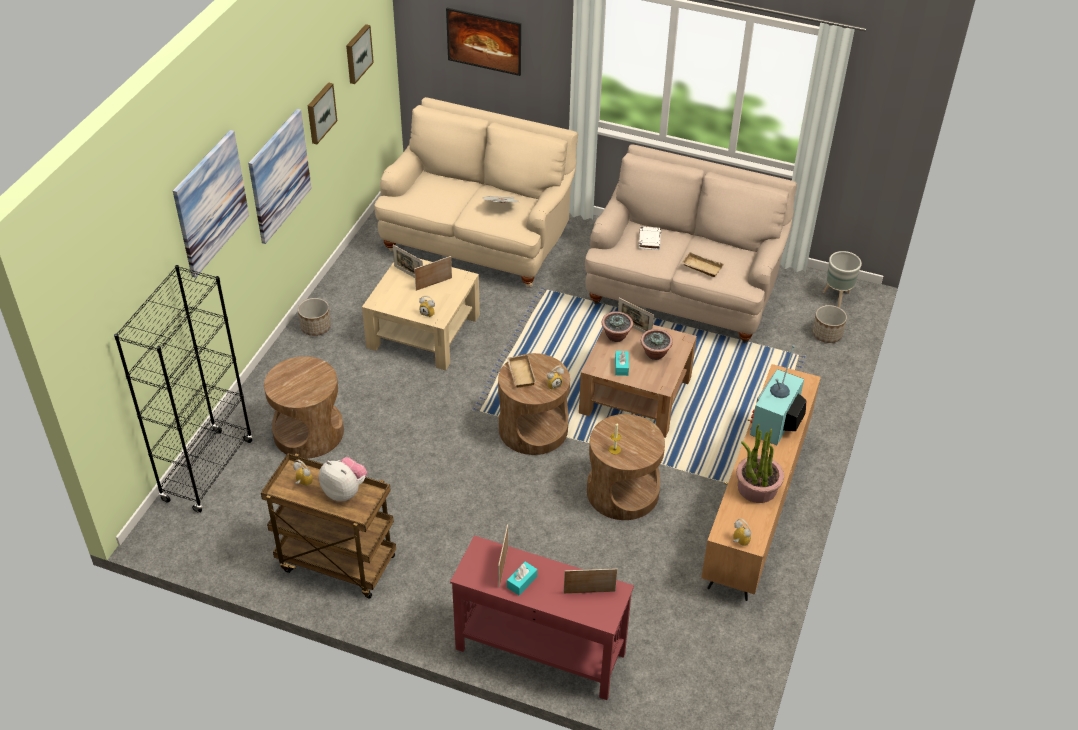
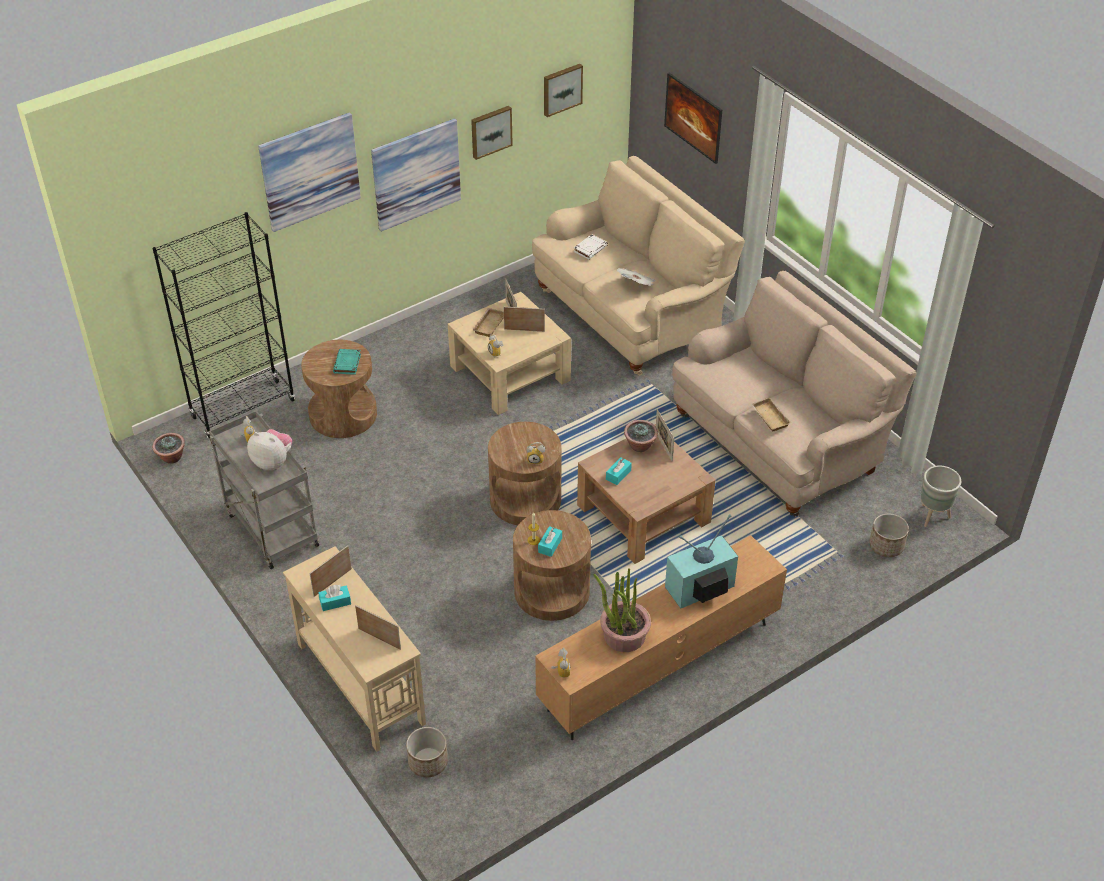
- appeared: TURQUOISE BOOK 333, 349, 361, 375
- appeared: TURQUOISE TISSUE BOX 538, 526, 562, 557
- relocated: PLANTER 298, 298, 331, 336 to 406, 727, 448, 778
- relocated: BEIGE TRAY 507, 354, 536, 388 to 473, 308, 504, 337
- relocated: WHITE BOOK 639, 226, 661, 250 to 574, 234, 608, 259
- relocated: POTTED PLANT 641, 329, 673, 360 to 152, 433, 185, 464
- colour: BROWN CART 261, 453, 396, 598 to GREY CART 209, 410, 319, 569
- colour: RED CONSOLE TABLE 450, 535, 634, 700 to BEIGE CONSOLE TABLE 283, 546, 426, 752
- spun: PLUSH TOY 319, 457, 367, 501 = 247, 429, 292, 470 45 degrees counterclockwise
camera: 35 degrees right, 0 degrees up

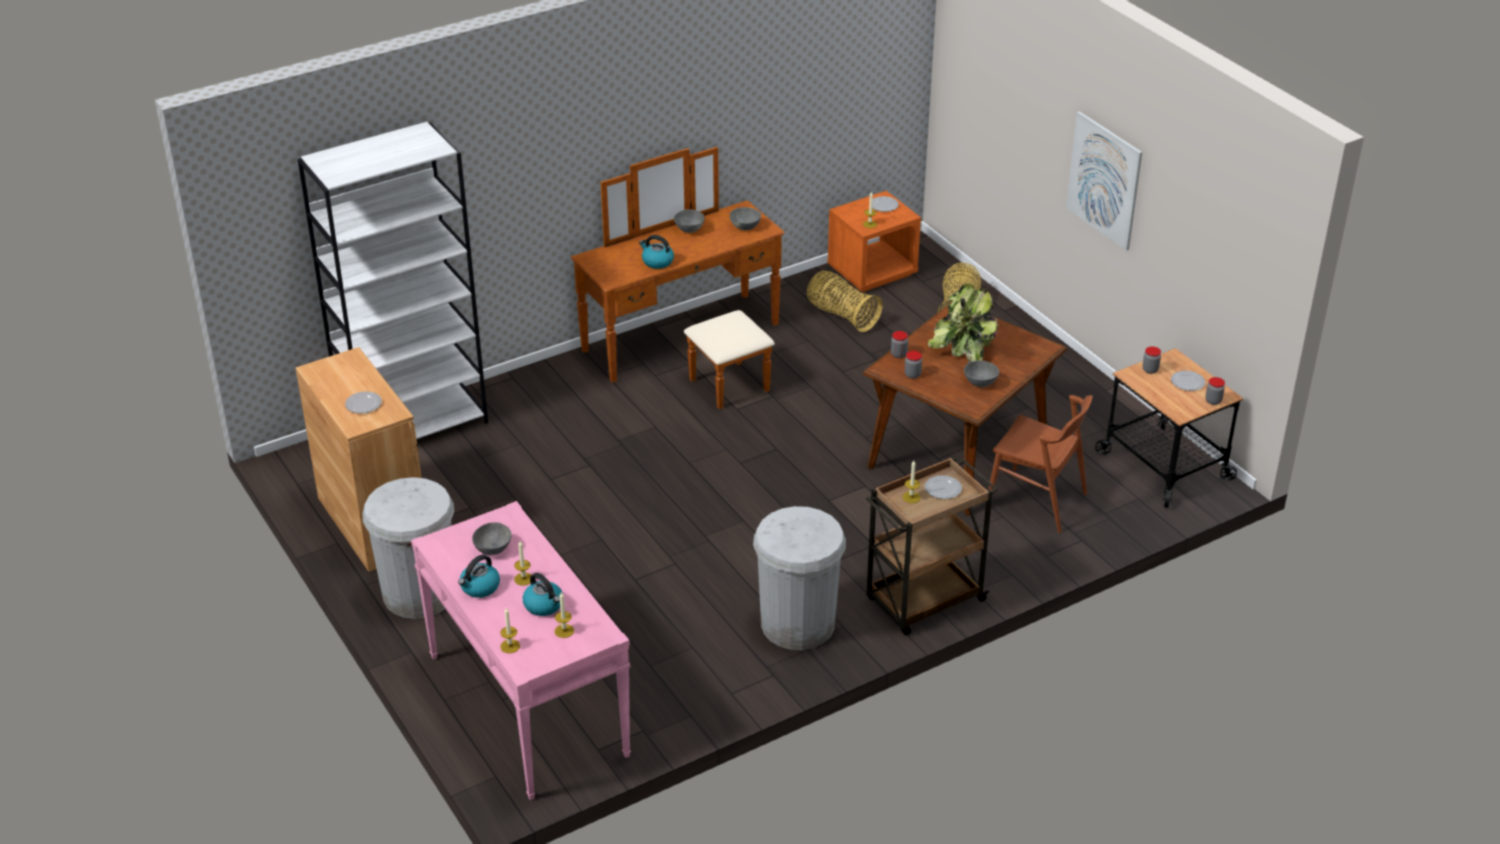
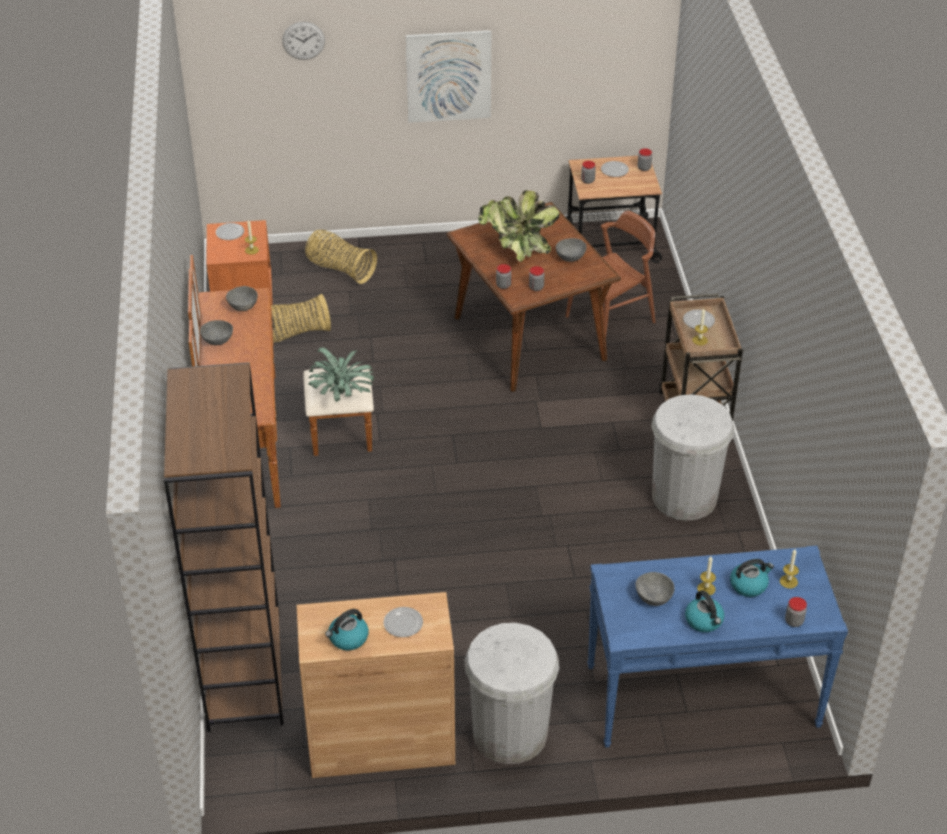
- appeared: WALL CLOCK 282, 22, 325, 60
- appeared: POTTED PLANT 309, 347, 375, 402
- relocated: KETTLE 639, 235, 674, 269 to 325, 609, 369, 650
- exchanged: CANDLE 500, 608, 520, 653 to JAR 785, 597, 807, 627
- colour: WHITE BOOKCASE 298, 122, 488, 439 to BROWN BOOKCASE 164, 362, 284, 732
- colour: PINK CONSOLE TABLE 411, 501, 631, 800 to BLUE CONSOLE TABLE 587, 545, 848, 748
camera: 65 degrees left, 5 degrees up

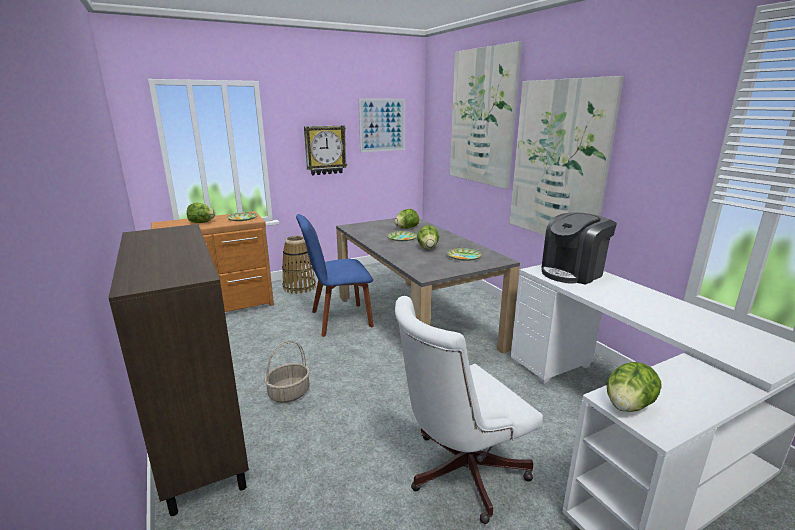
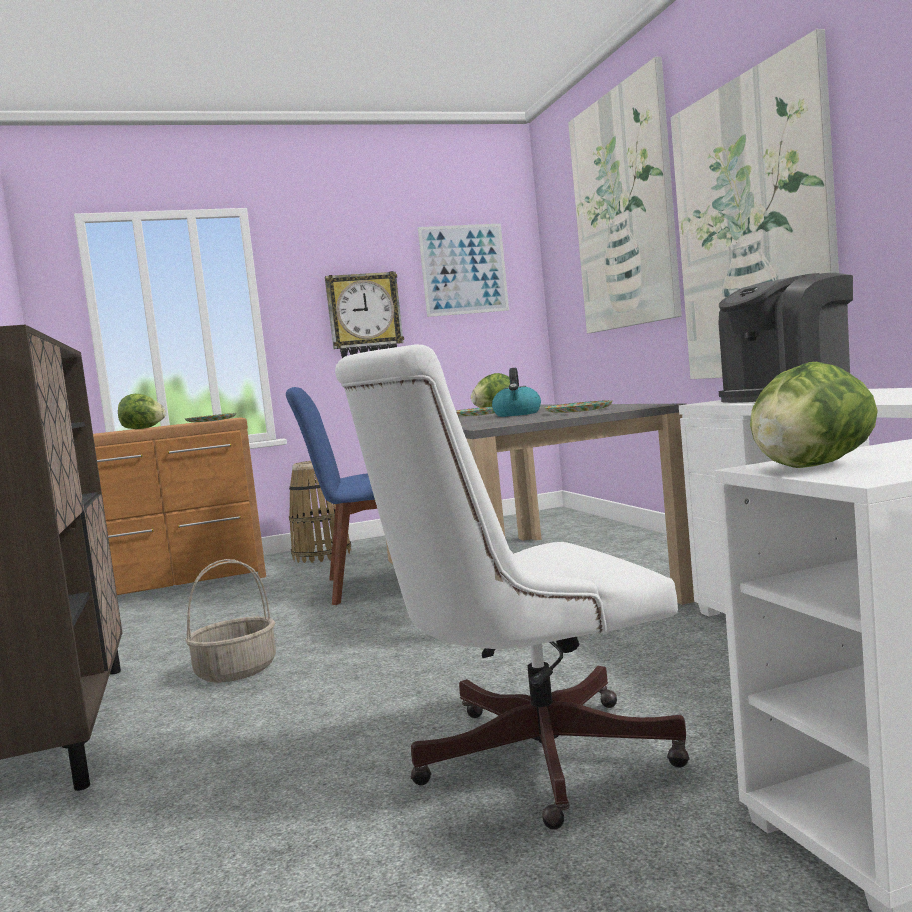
- exchanged: LETTUCE 417, 225, 439, 249 to KETTLE 492, 368, 541, 417
camera: 10 degrees right, 15 degrees down

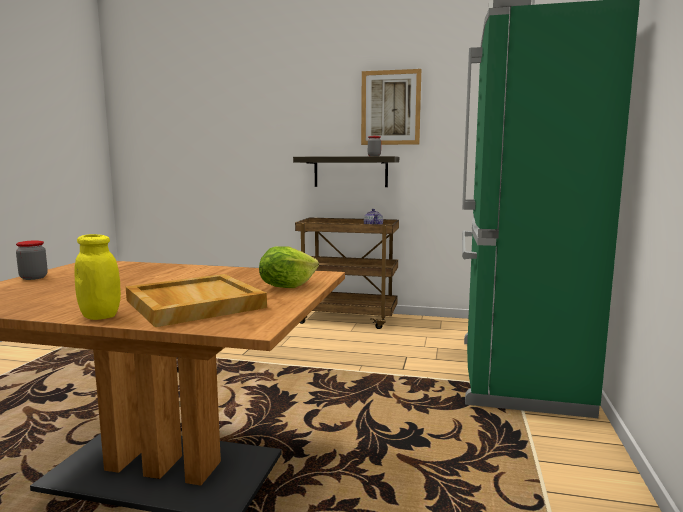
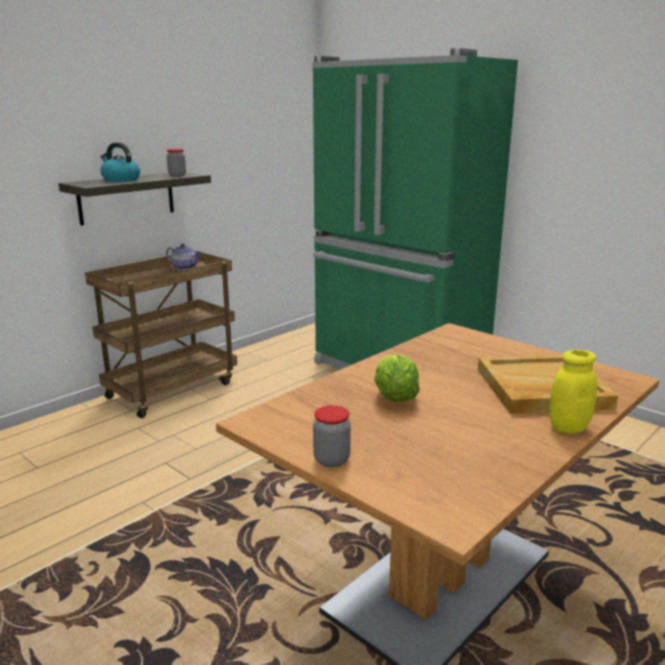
- missing: PICTURE 361, 69, 421, 145
- appeared: KETTLE 100, 142, 140, 182
- relocated: LETTUCE 259, 246, 319, 288 to 374, 354, 420, 402
camera: 60 degrees left, 10 degrees up

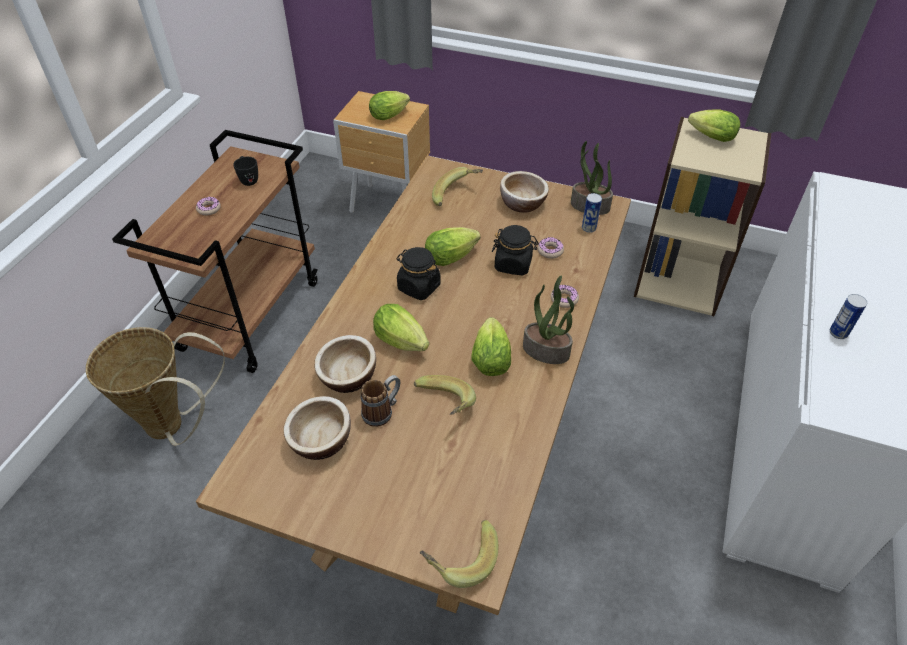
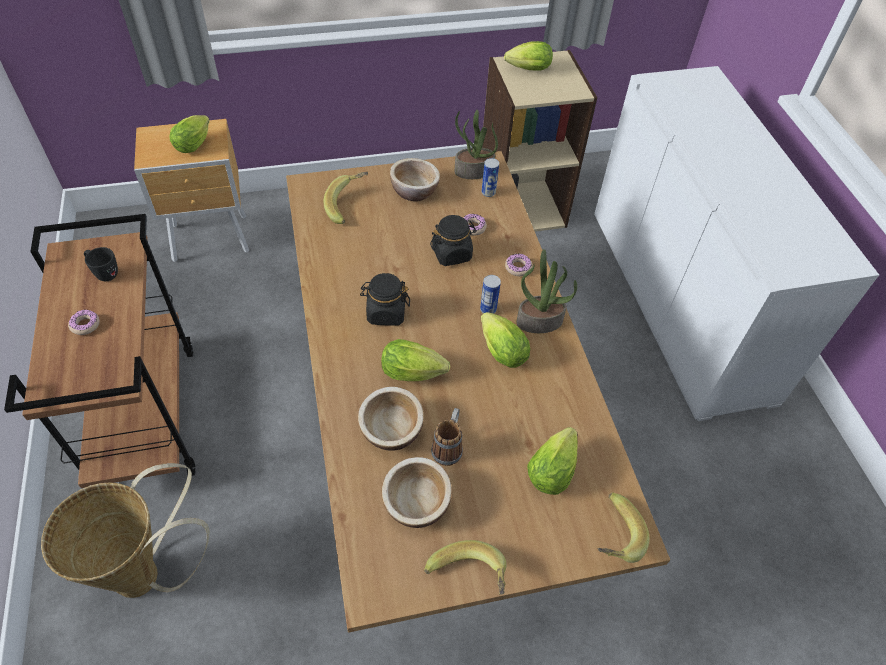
- relocated: BANANA 414, 375, 476, 415 to 424, 540, 507, 595
- relocated: LETTUCE 425, 227, 481, 266 to 527, 427, 577, 495
- relocated: CAN 830, 294, 867, 339 to 480, 275, 501, 314
camera: 35 degrees left, 5 degrees up

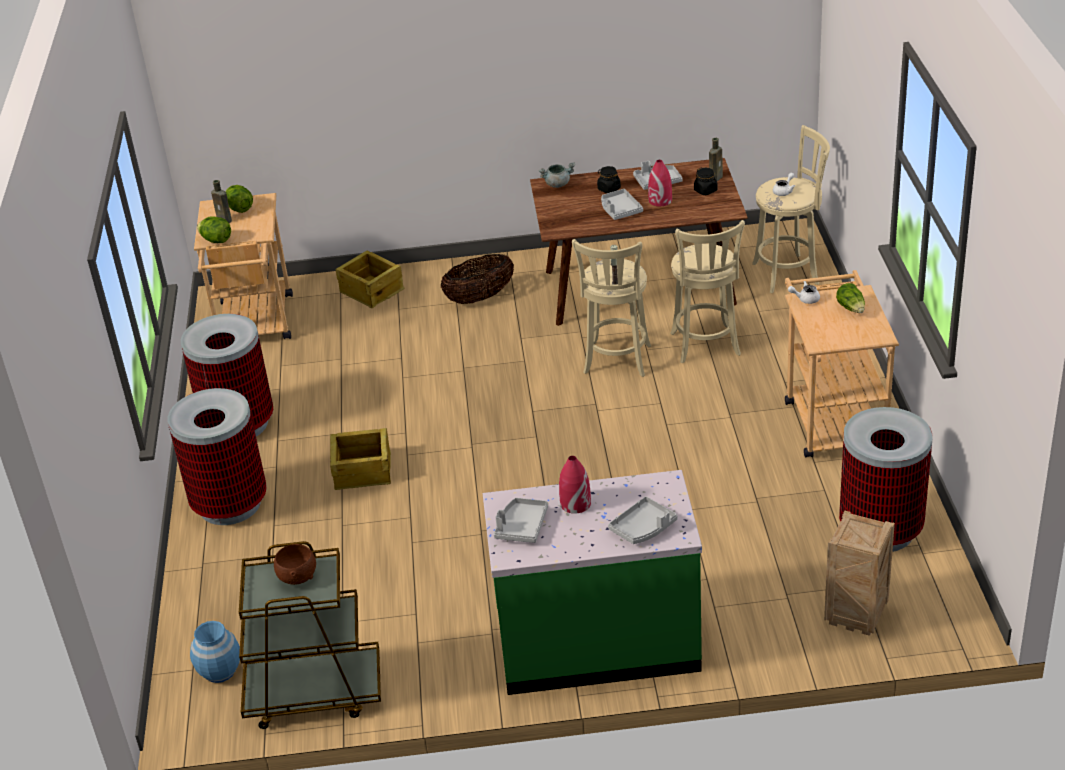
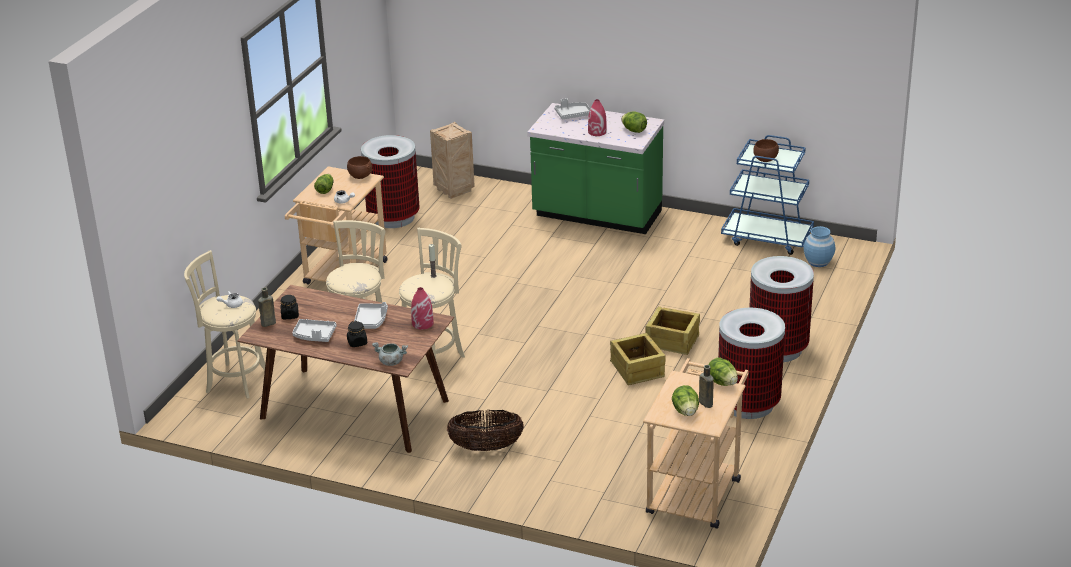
- appeared: BROWN BOWL 347, 156, 373, 179
- relocated: CRATE 336, 251, 404, 308 to 610, 333, 665, 385
- relocated: RED VASE 648, 160, 672, 206 to 411, 287, 434, 330
- exchanged: GREY TRAY 494, 498, 548, 543 to LETTUCE 621, 111, 647, 133
- colour: BROWN CART 239, 541, 381, 729 to BLUE CART 721, 135, 814, 255
camera: 155 degrees left, 5 degrees down

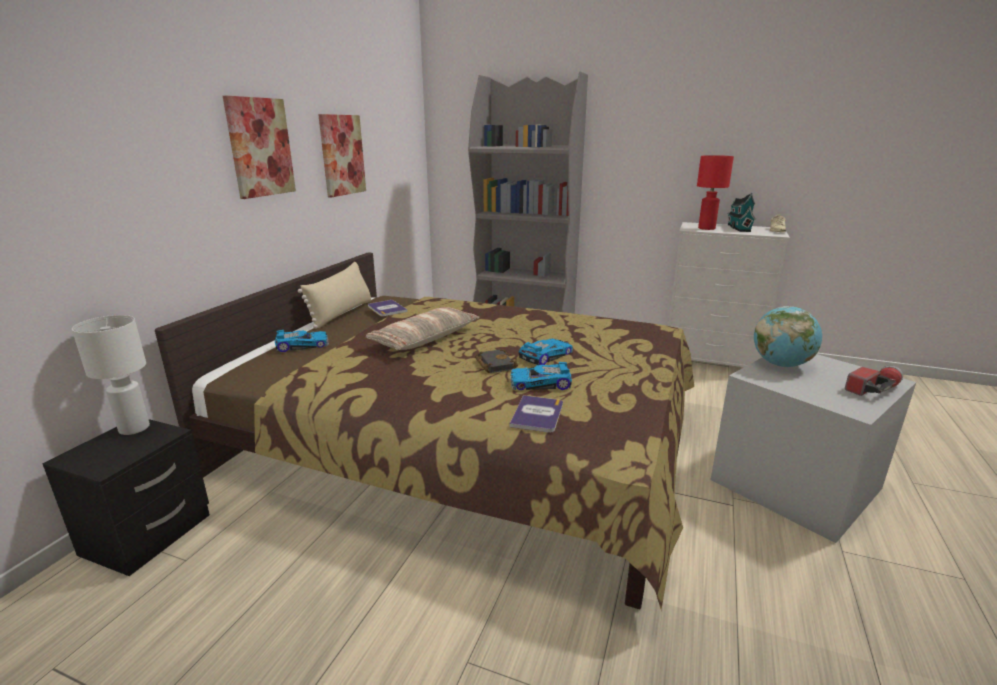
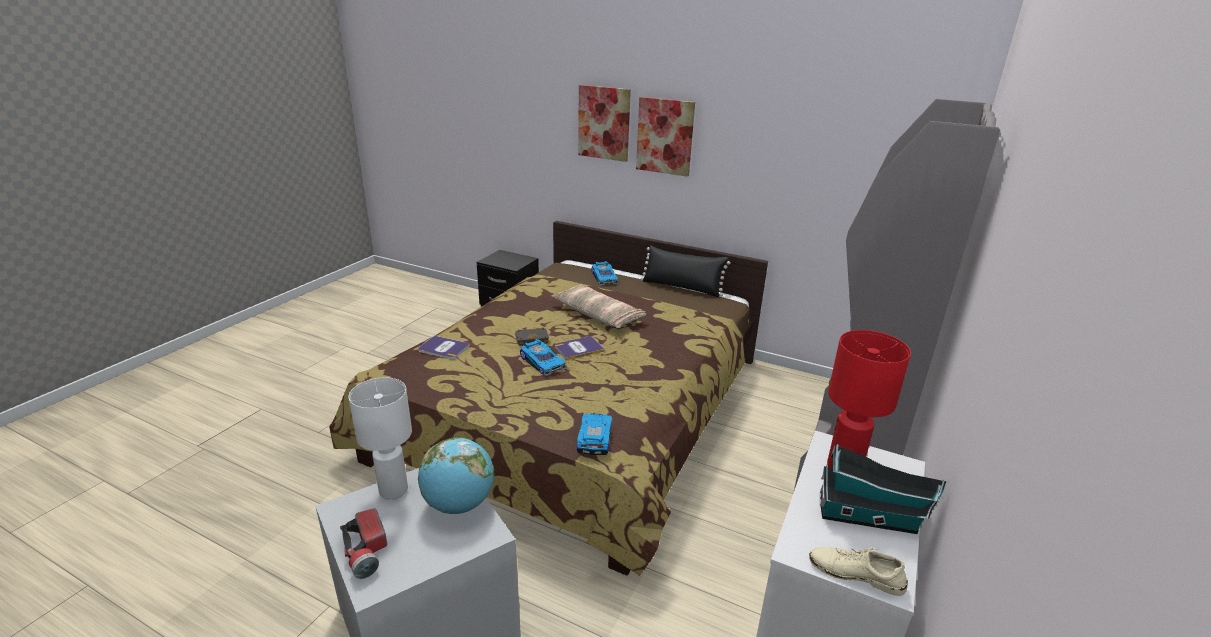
- relocated: WHITE TABLE LAMP 72, 315, 150, 435 to 348, 377, 412, 499
- relocated: PICTURE 318, 114, 366, 197 to 578, 85, 631, 162
- relocated: BOOK 368, 300, 408, 316 to 555, 336, 605, 360
- relocated: TOY CAR 510, 362, 572, 390 to 577, 413, 613, 455
- colour: BEIGE PILLOW 298, 262, 371, 329 to BLACK PILLOW 640, 245, 730, 297
camera: 95 degrees right, 5 degrees up

